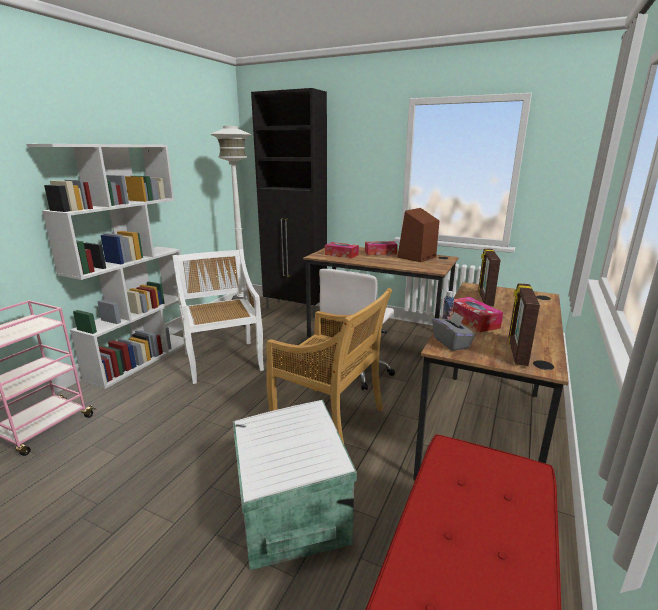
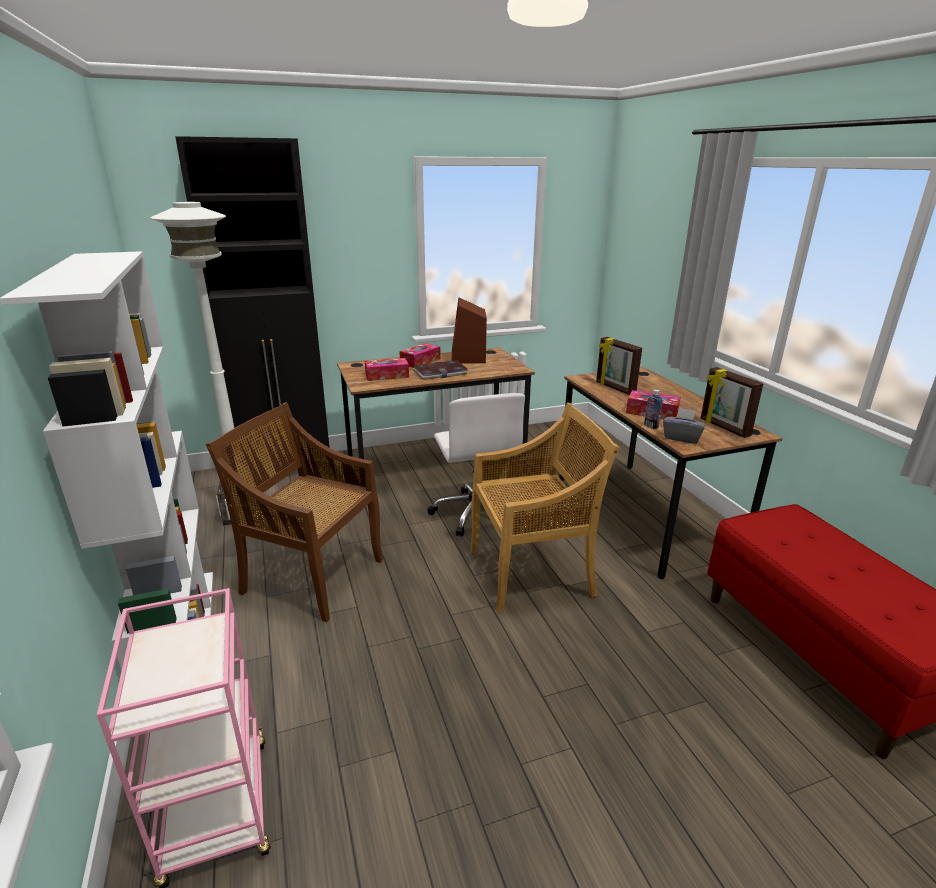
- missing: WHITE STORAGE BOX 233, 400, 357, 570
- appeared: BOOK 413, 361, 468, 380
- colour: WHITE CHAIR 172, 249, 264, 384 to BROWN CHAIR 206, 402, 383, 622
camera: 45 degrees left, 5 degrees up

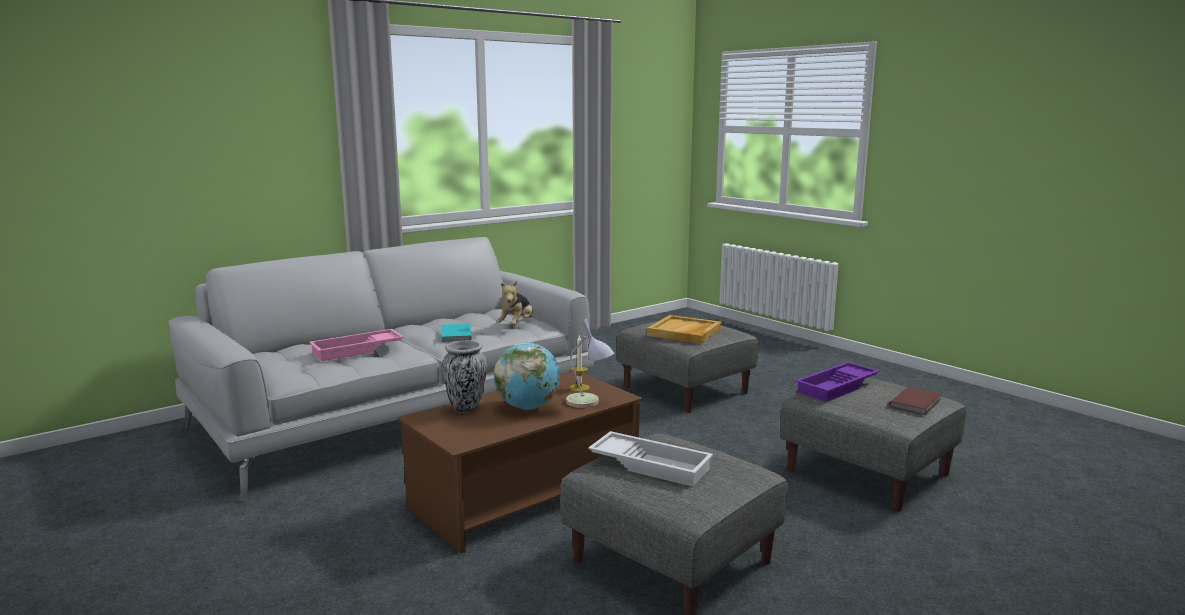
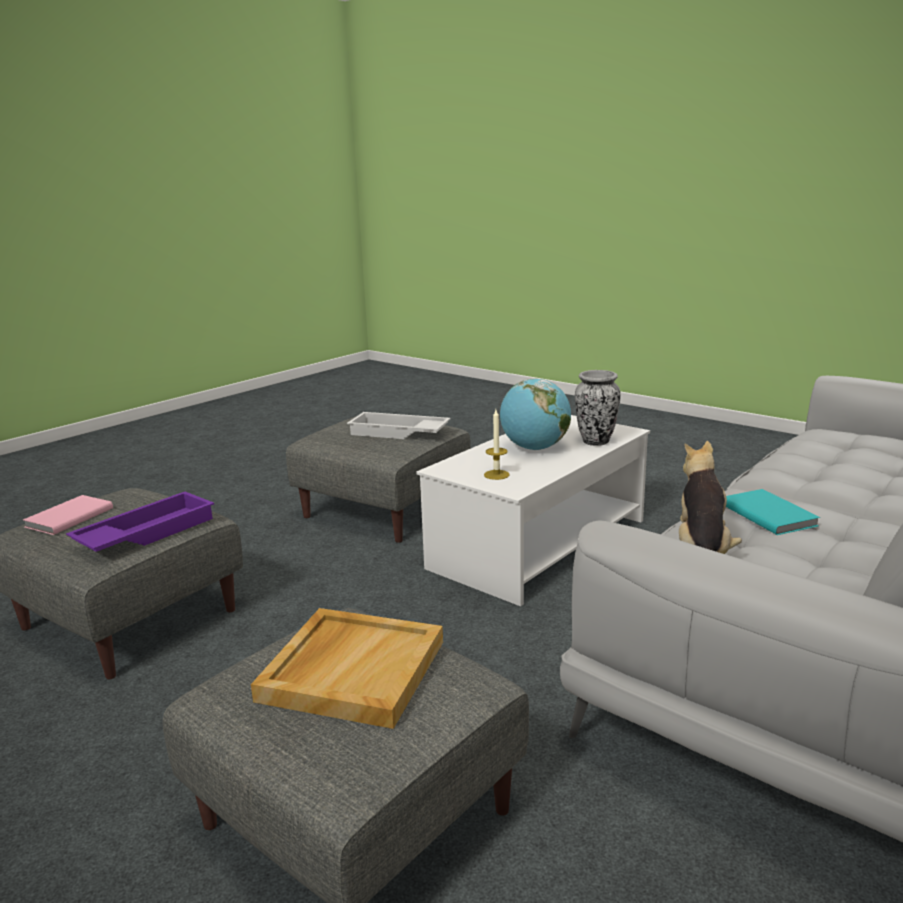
- missing: PINK TRAY 309, 329, 404, 361
- missing: TABLE LAMP 566, 319, 614, 408
- colour: BROWN COFFEE TABLE 397, 372, 642, 554 to WHITE COFFEE TABLE 417, 415, 650, 606
- colour: BROWN BOOK 889, 387, 941, 415 to PINK BOOK 23, 495, 113, 535
camera: 170 degrees right, 5 degrees up

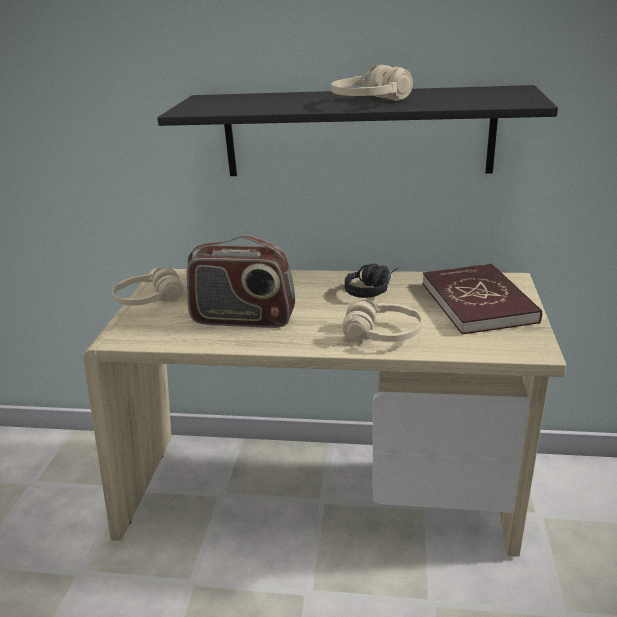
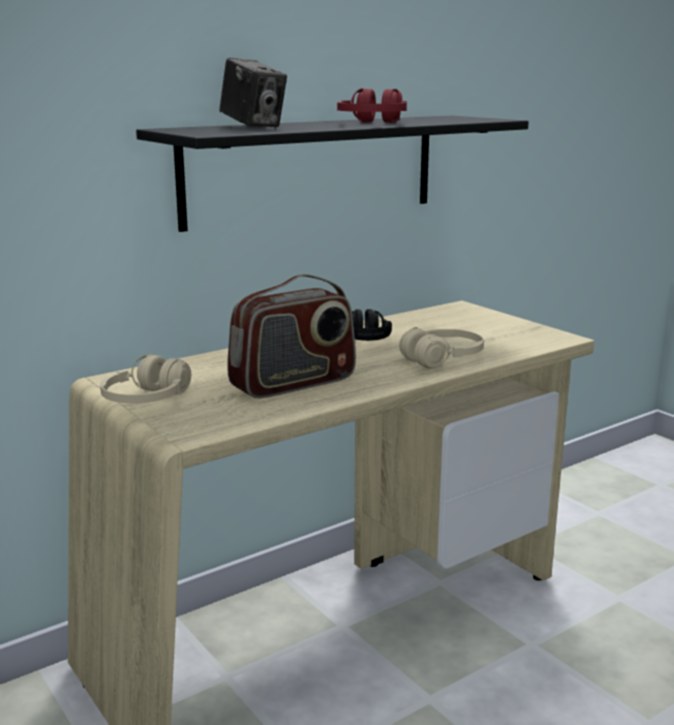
- missing: RED BOOK 422, 263, 542, 334
- appeared: PHOTO CAMERA 220, 58, 287, 127
- colour: BEIGE HEADPHONES 331, 64, 413, 101 to RED HEADPHONES 337, 89, 407, 123
camera: 45 degrees left, 10 degrees down

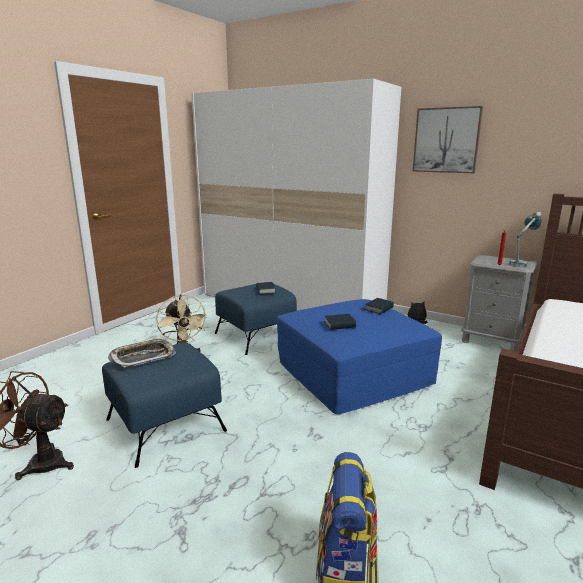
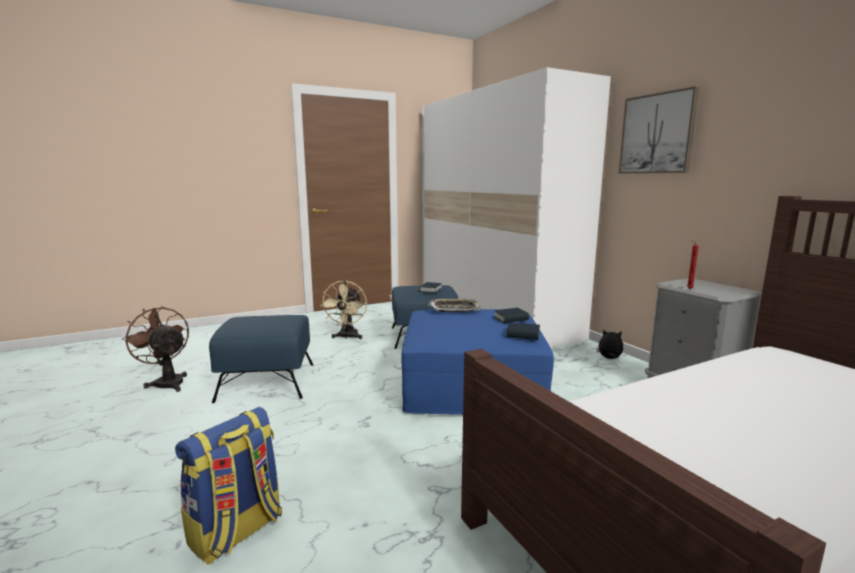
- missing: TABLE LAMP 509, 212, 542, 268
- relocated: TRAY 108, 338, 176, 368 to 428, 298, 481, 312
- relocated: BOOK 324, 314, 356, 330 to 506, 323, 540, 340
camera: 30 degrees right, 5 degrees down

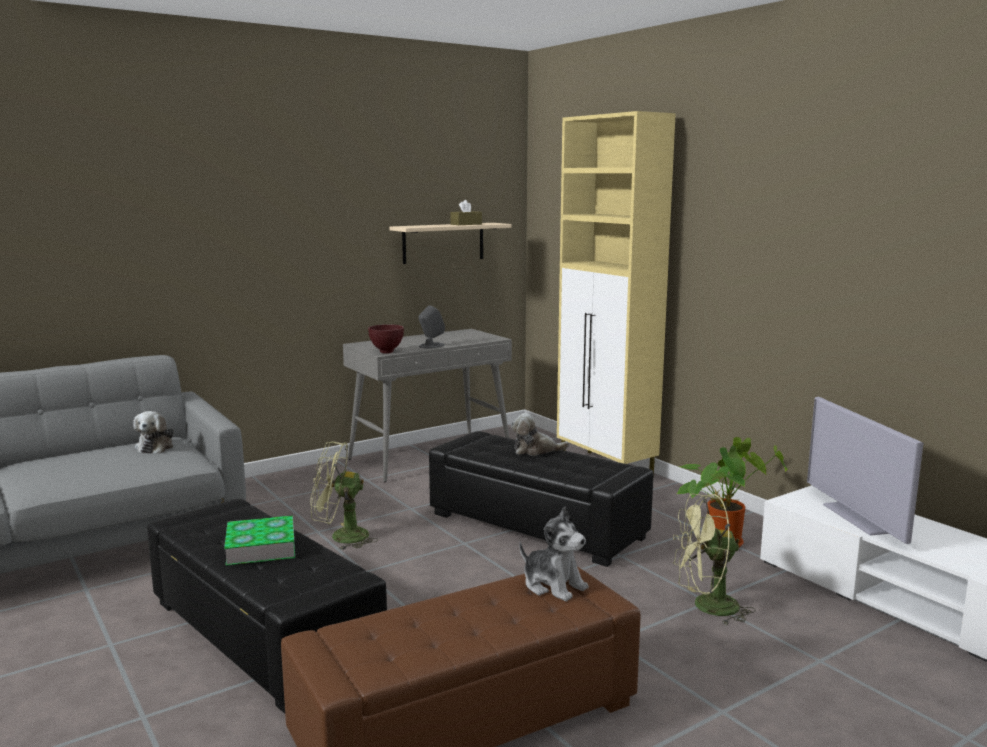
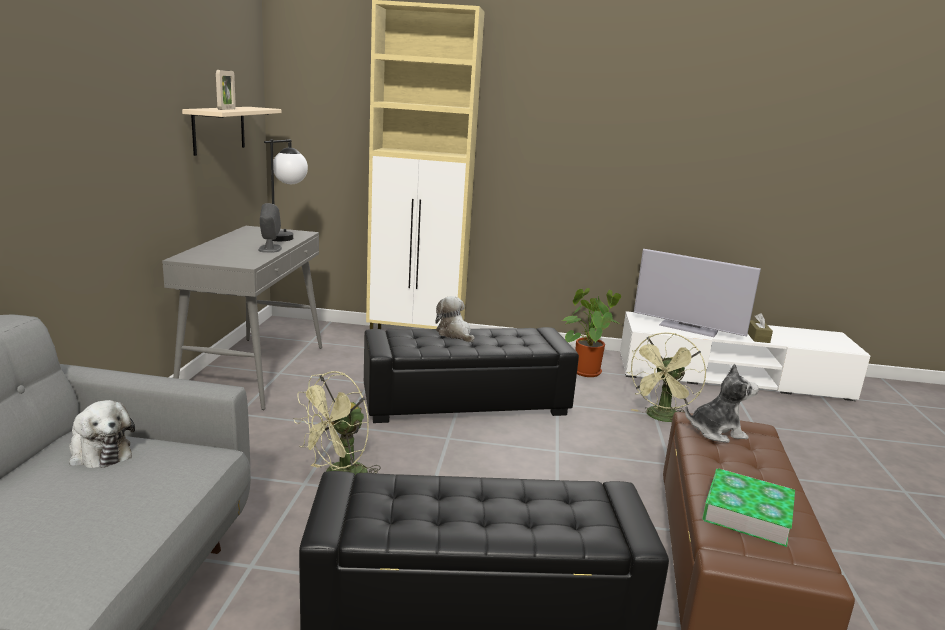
- missing: BROWN BOWL 368, 324, 404, 354
- appeared: PICTURE FRAME 216, 70, 236, 110
- appeared: TABLE LAMP 264, 139, 308, 241
- relocated: BOOK 224, 515, 295, 565 to 702, 468, 795, 547
- relocated: BROWN TISSUE BOX 450, 200, 482, 225 to 748, 313, 773, 343
- spun: PLUSH TOY 511, 413, 569, 456 = 435, 296, 475, 343 105 degrees clockwise
camera: 50 degrees left, 5 degrees up

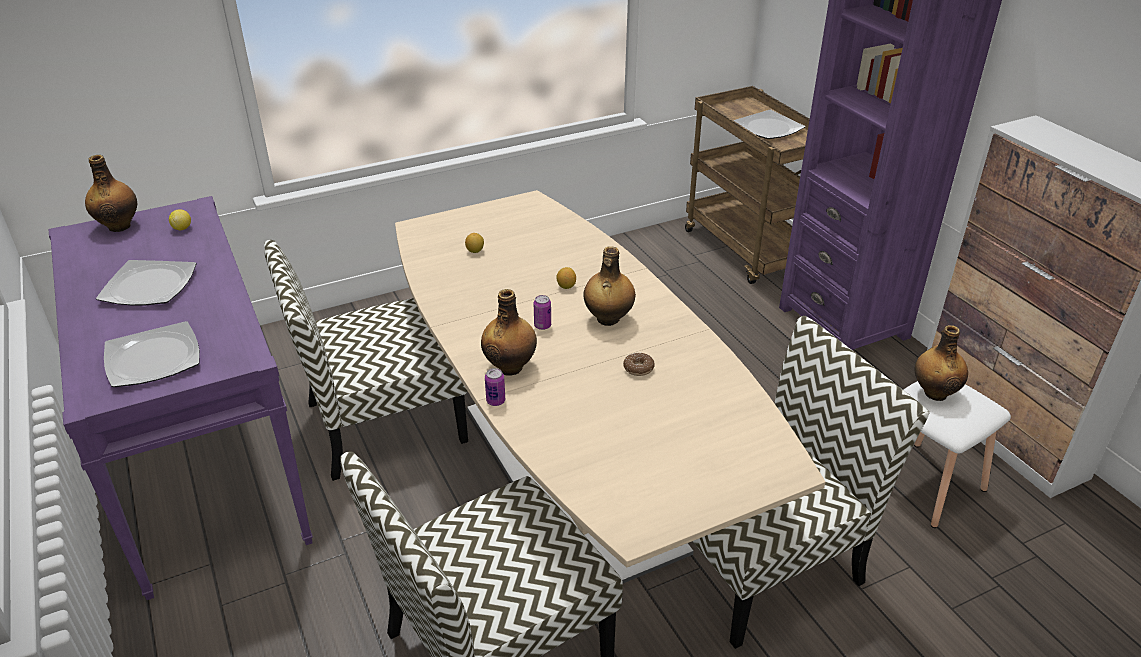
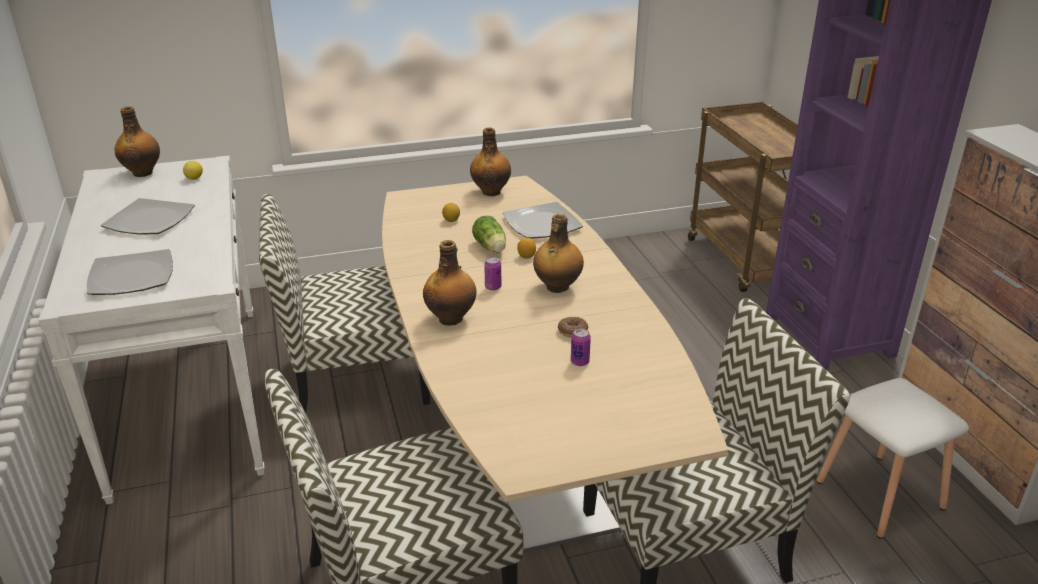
- appeared: LETTUCE 472, 215, 506, 253
- relocated: CAN 485, 368, 505, 406 to 571, 328, 591, 366
- relocated: PLATE 734, 110, 805, 139 to 503, 202, 583, 239
- relocated: BOTTLE 914, 325, 968, 401 to 470, 128, 511, 196
- colour: PURPLE CONSOLE TABLE 48, 196, 313, 600 to WHITE CONSOLE TABLE 38, 156, 264, 504
camera: 10 degrees right, 5 degrees down

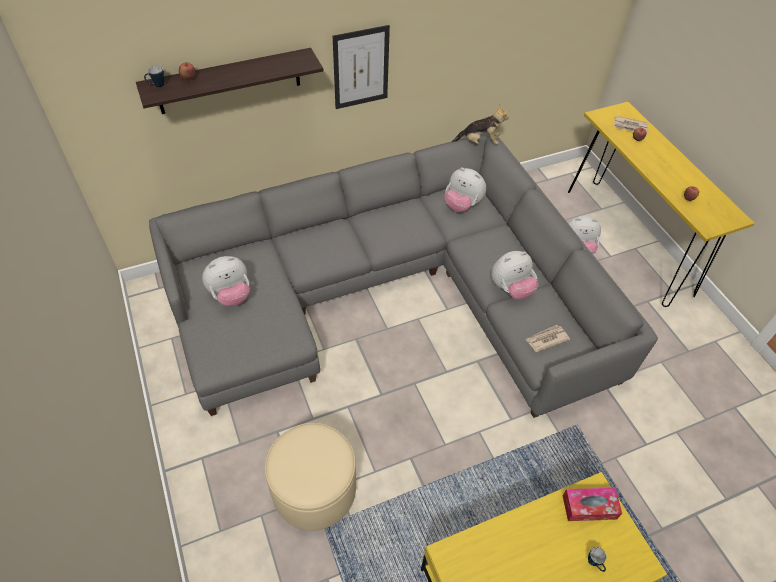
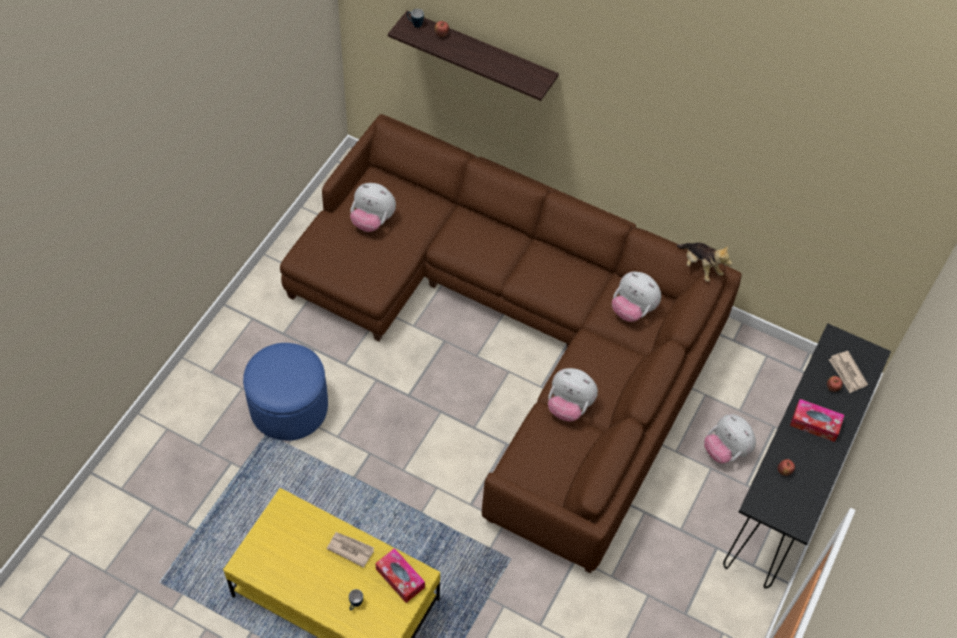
- missing: PICTURE 333, 25, 390, 109
- appeared: TISSUE BOX 790, 399, 844, 442
- relocated: NEWSPAPER 525, 325, 570, 352 to 326, 532, 374, 568
- colour: GREY SOFA 149, 133, 658, 418 to BROWN SOFA 280, 114, 742, 574
- colour: BEIGE OTTOMAN 265, 423, 356, 531 to BLUE OTTOMAN 243, 343, 328, 441
- colour: YELLOW CONSOLE TABLE 568, 102, 755, 307 to BLACK CONSOLE TABLE 723, 323, 891, 588
- spun: PLUSH TOY 444, 168, 486, 212 = 612, 272, 661, 322 45 degrees counterclockwise
camera: 50 degrees right, 5 degrees up

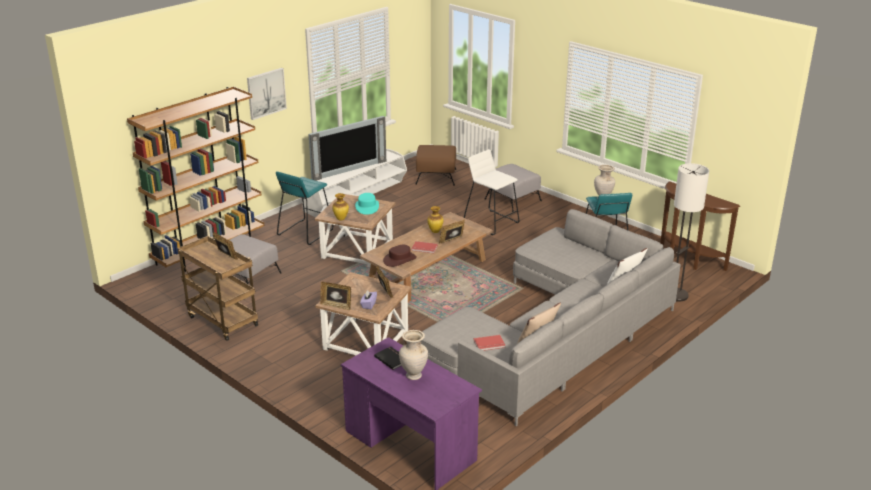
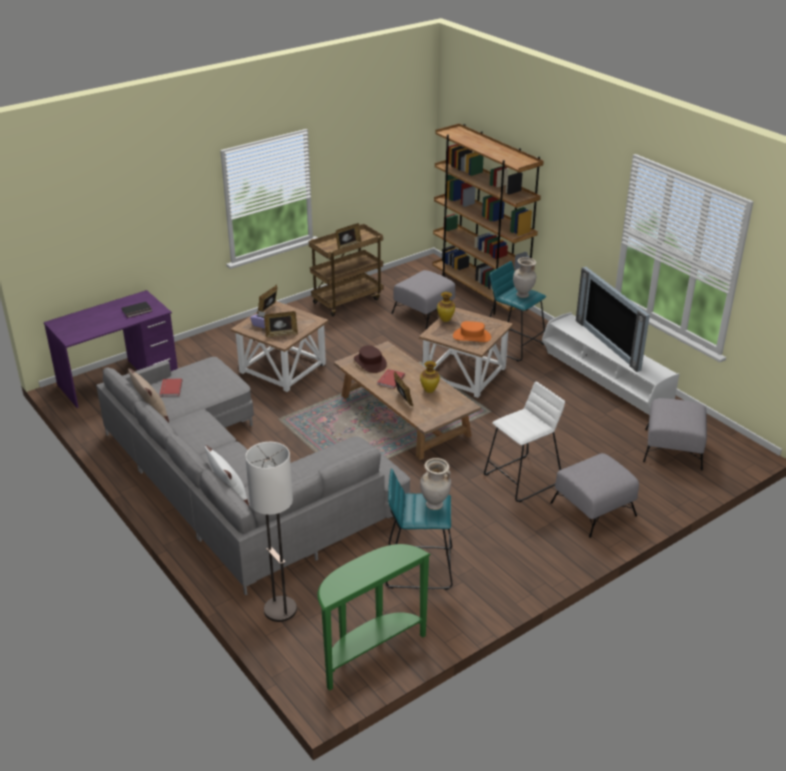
- missing: PICTURE 247, 68, 287, 120
- relocated: BEIGE VASE 399, 330, 428, 380 to 513, 257, 536, 298
- colour: TURQUOISE HAT 355, 193, 379, 215 to ORANGE HAT 453, 321, 491, 342
- colour: BROWN OTTOMAN 415, 145, 456, 186 to GREY OTTOMAN 643, 398, 707, 470
- colour: BROWN CONSOLE TABLE 660, 181, 740, 271 to GREEN CONSOLE TABLE 317, 544, 431, 691
camera: 100 degrees right, 5 degrees up

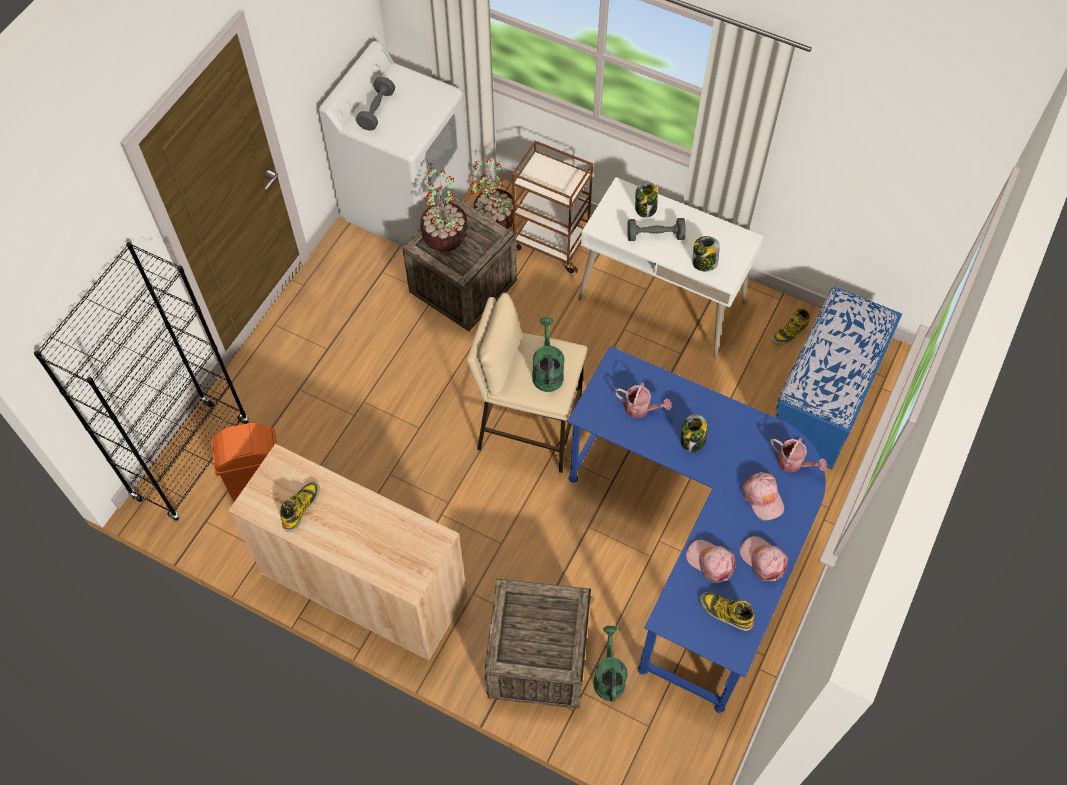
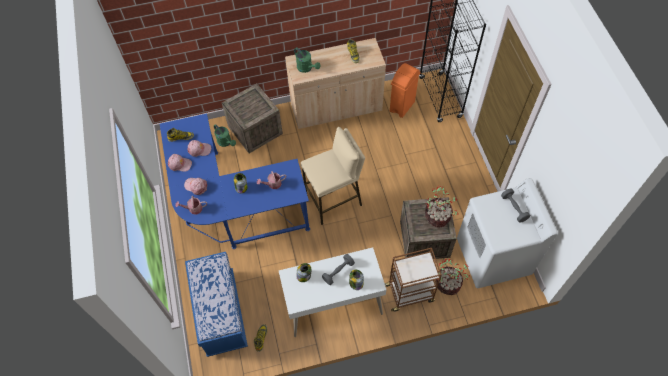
- relocated: GREEN WATERING CAN 532, 317, 565, 392 to 294, 47, 321, 73
camera: 140 degrees right, 0 degrees up

